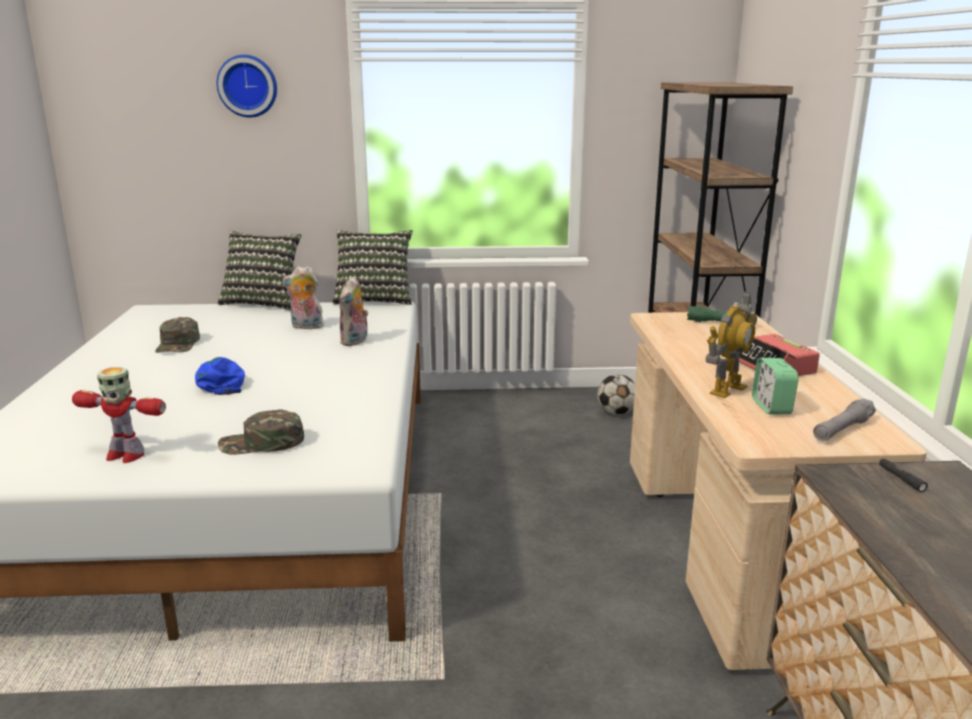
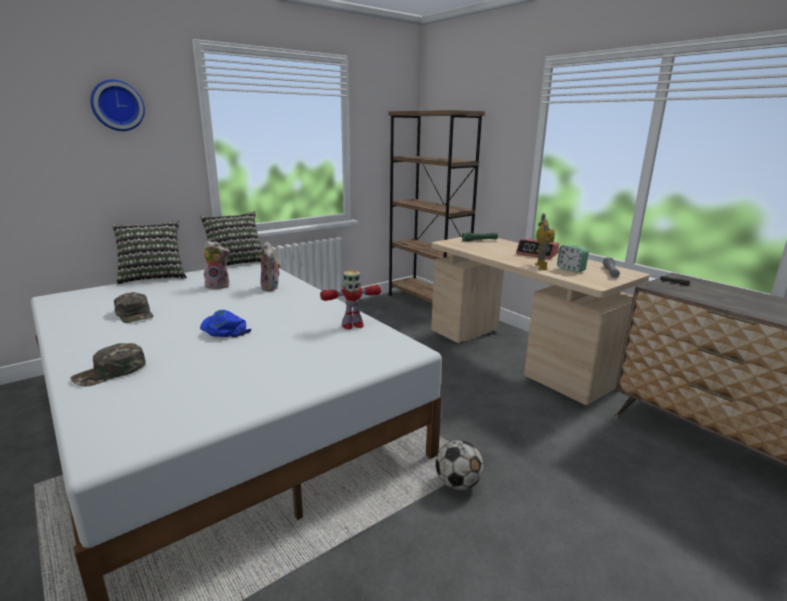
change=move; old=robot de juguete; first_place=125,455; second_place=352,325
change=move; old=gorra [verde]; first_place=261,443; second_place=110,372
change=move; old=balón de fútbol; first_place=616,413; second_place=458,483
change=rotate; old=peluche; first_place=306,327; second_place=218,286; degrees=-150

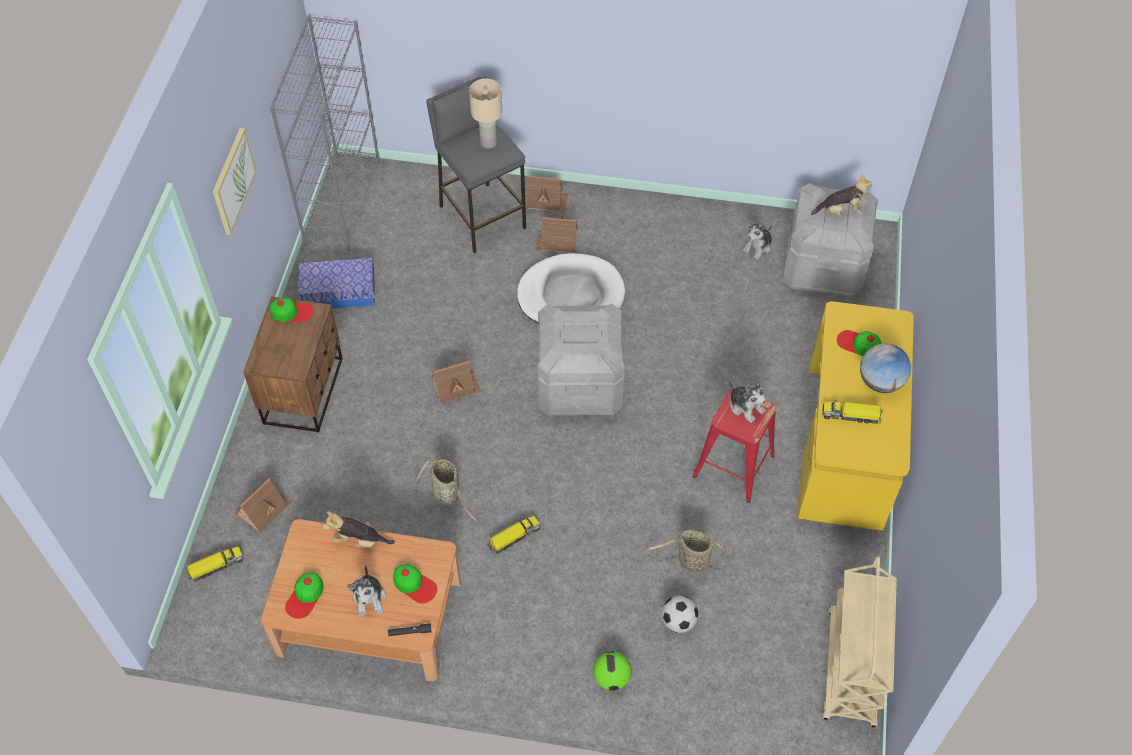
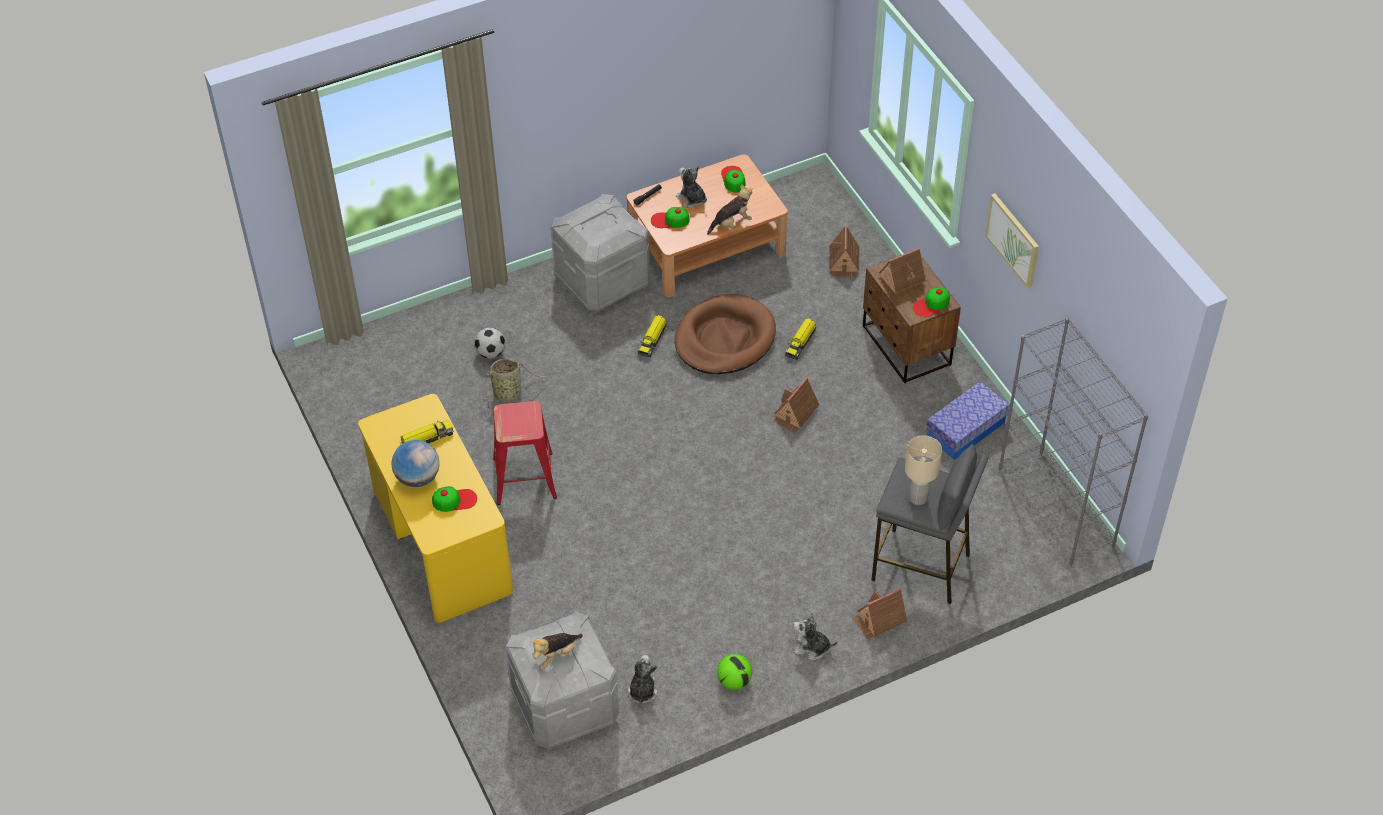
change=delete; old=cama para perro [blanco]; first_place=571,296
change=delete; old=carrito [beis]; first_place=851,669
change=move; old=camión de juguete; first_place=215,566; second_place=800,342
change=move; old=casita; first_place=557,241; second_place=904,278
change=move; old=caja de almacenaje [gris]; first_place=580,385; second_place=602,281
change=move; old=balón de fútbol; first_place=611,678; second_place=734,681
change=move; old=peluche; first_place=746,406; second_place=812,648
change=replace; old=cesta; new=cama para perro [marrón]; first_place=448,496; second_place=724,338

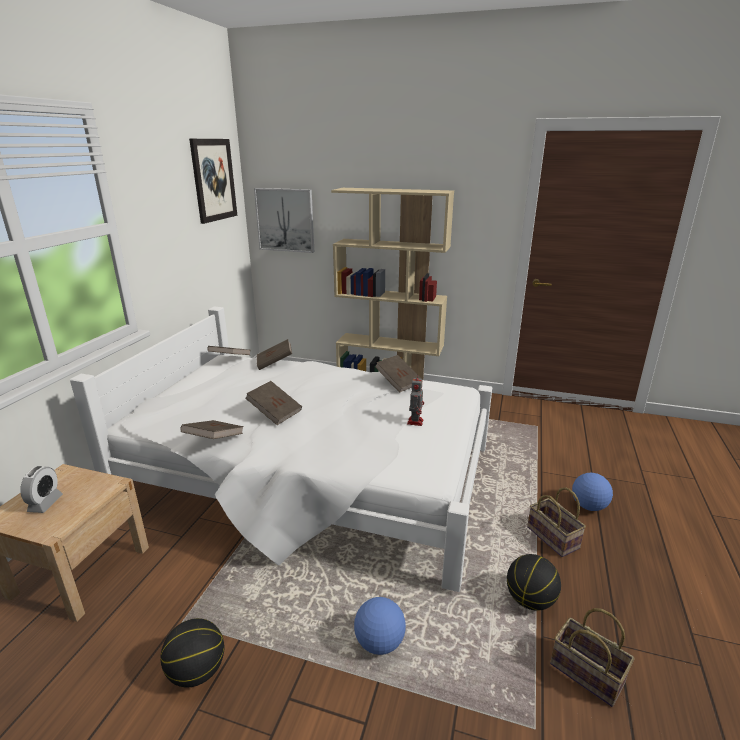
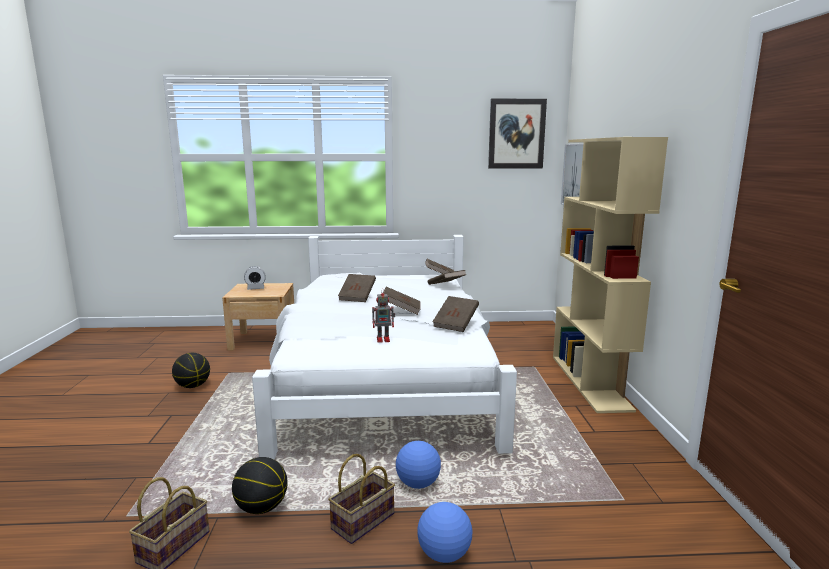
change=move; old=libro [marrón]; first_place=214,440; second_place=401,310
change=move; old=balón de fútbol; first_place=379,642; second_place=418,483

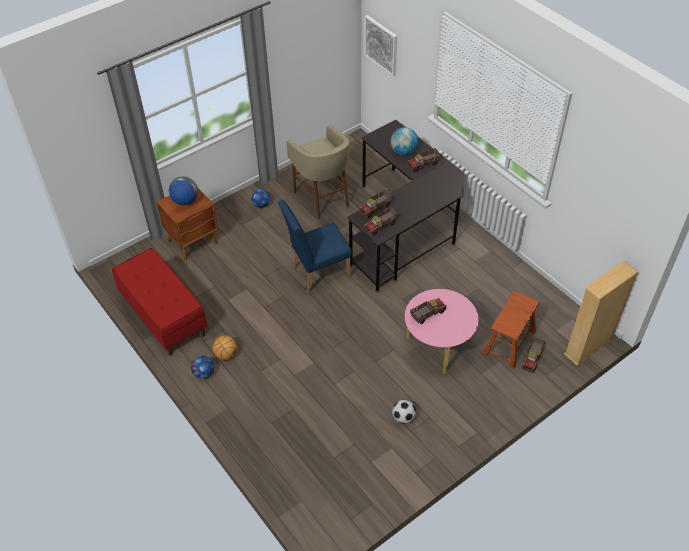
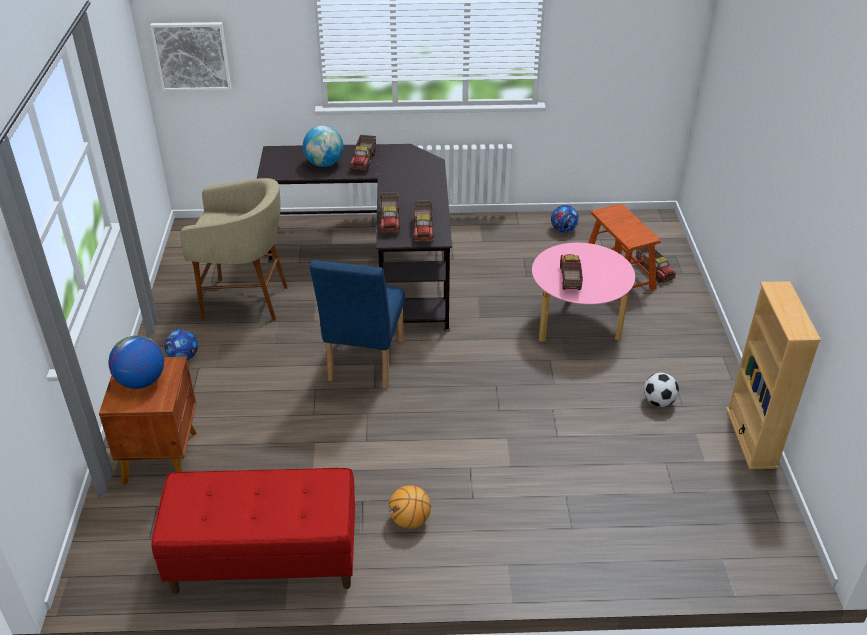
change=move; old=balón de fútbol; first_place=204,373; second_place=563,230
change=move; old=estantería [beis]; first_place=588,346; second_place=751,438

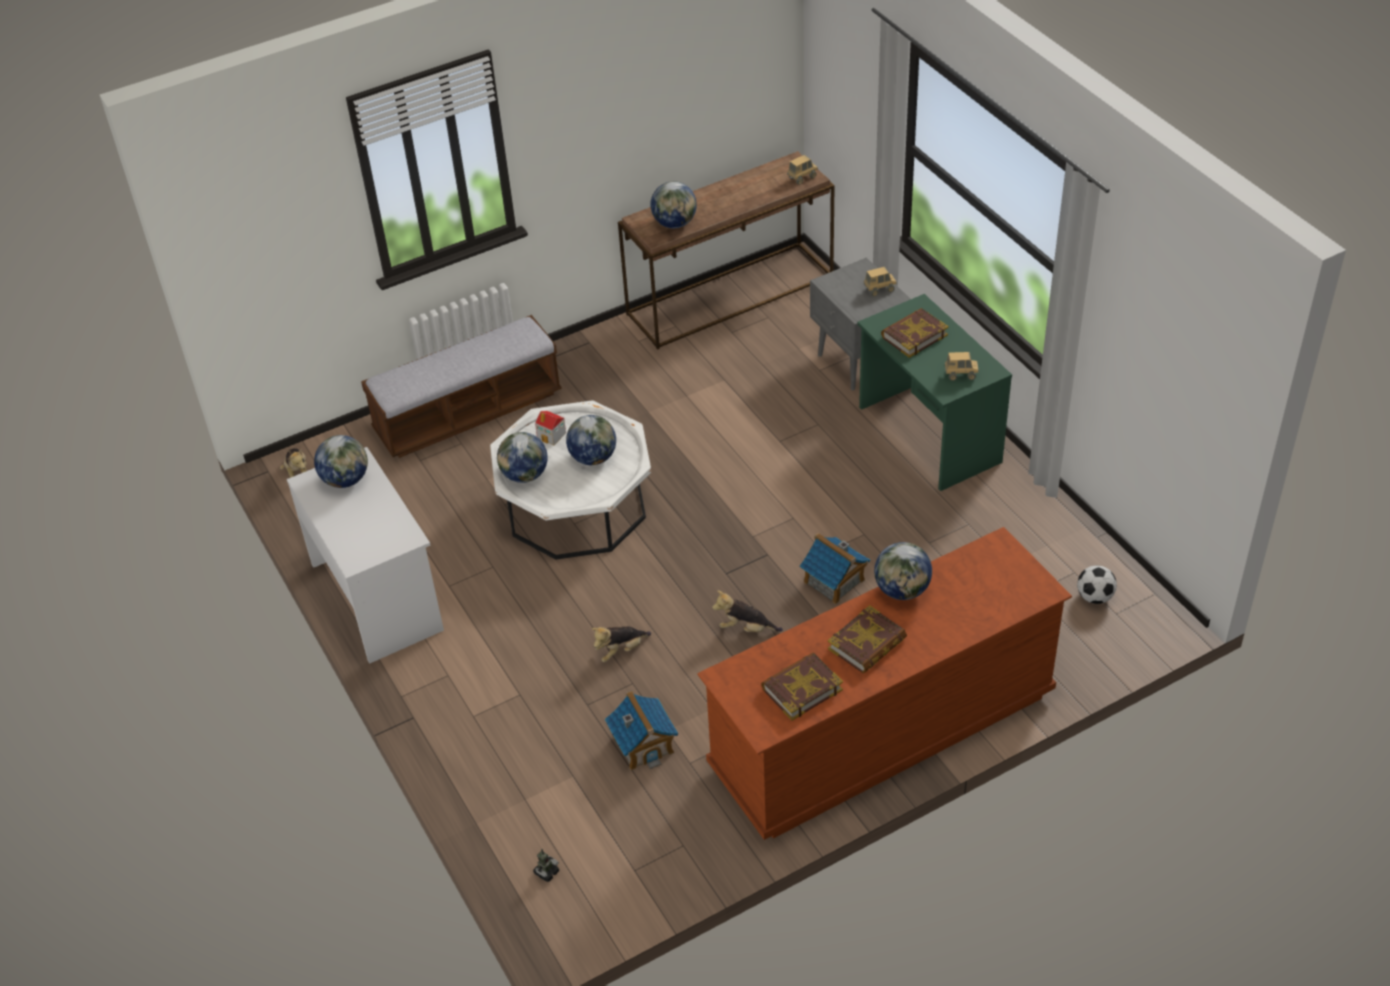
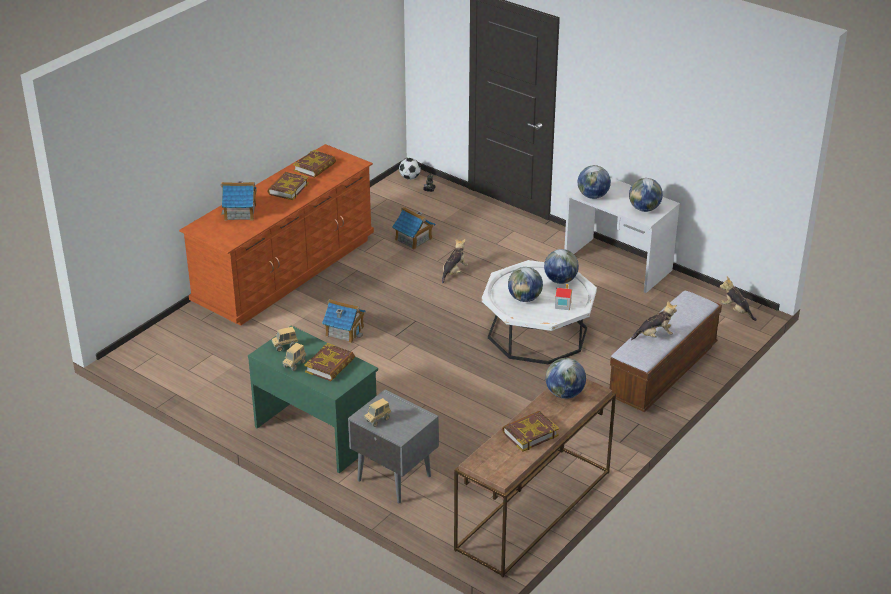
change=insert; new=casita; second_place=240,212
change=insert; new=libro; second_place=530,434
change=move; old=peluche; first_place=746,628; second_place=654,335
change=move; old=camión de juguete; first_place=802,178; second_place=294,364
change=move; old=globo terráqueo; first_place=902,590; second_place=592,196
change=move; old=balón de fútbol; first_place=1094,597; second_place=409,178

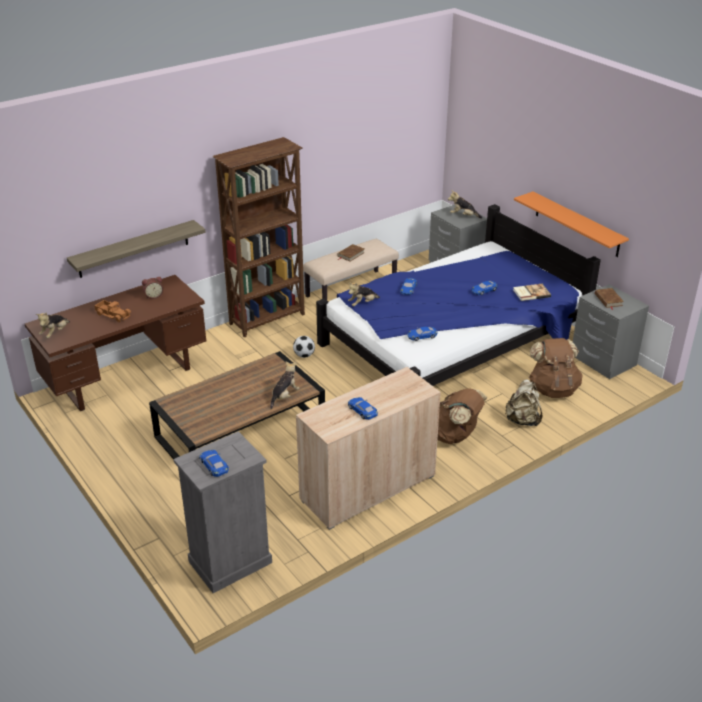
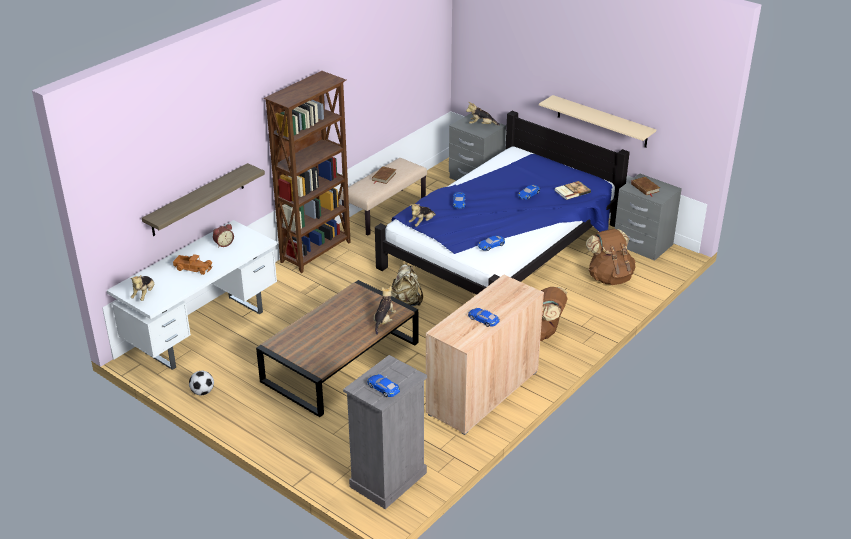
change=move; old=balón de fútbol; first_place=304,355; second_place=202,392
change=move; old=mochila [beis]; first_place=522,420; second_place=406,302
change=recolor; old=escritorio [marrón]; new=escritorio [blanco]; first_place=127,378; second_place=203,330
change=recolor; old=estante [naranja]; new=estante [beis]; first_place=577,224; second_place=602,121

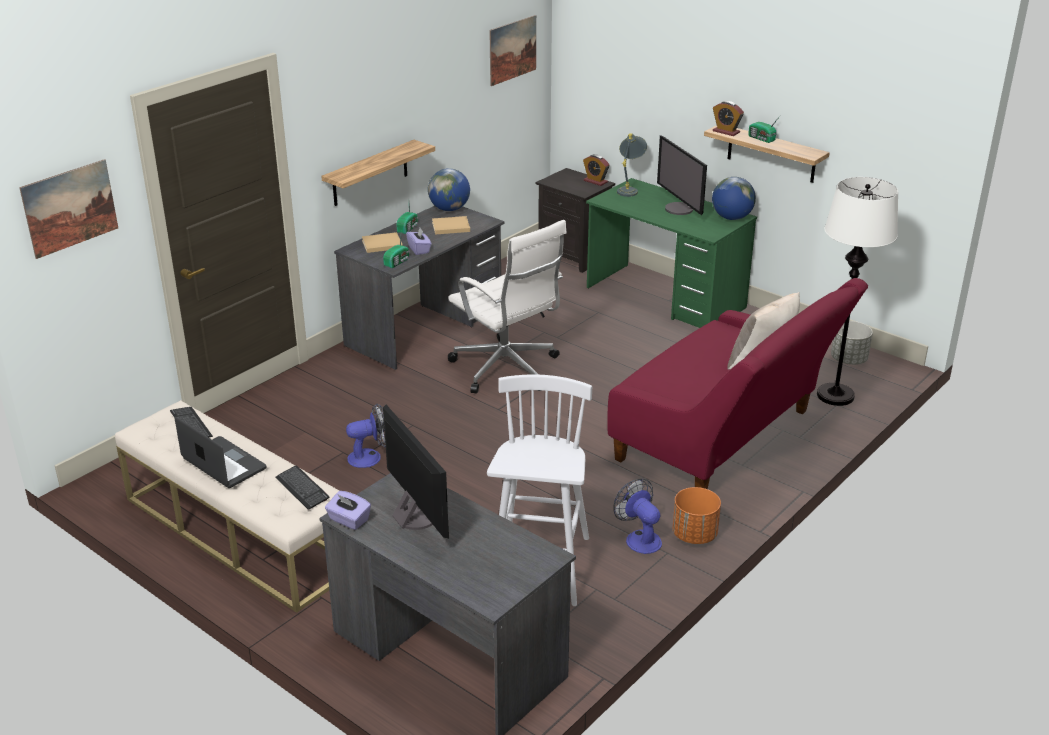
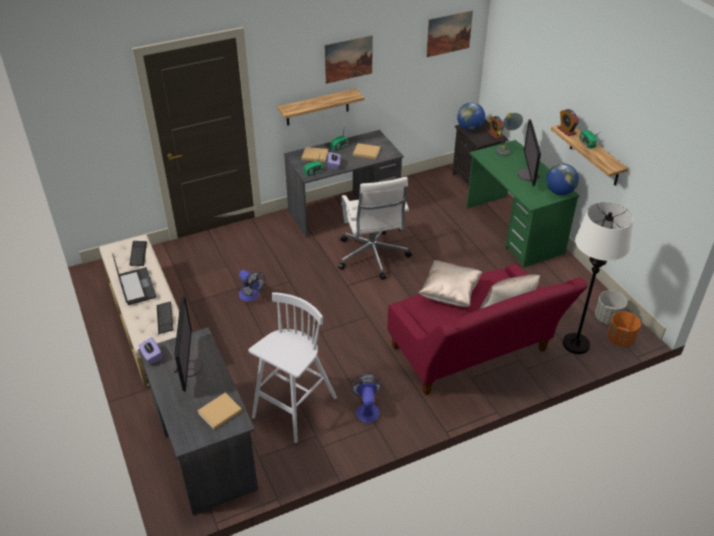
change=insert; new=libro [beis]; second_place=219,412
change=insert; new=cojín [beis]; second_place=449,294
change=move; old=cuadro; first_place=70,208; second_place=348,59
change=move; old=globo terráqueo; first_place=449,209; second_place=469,128
change=move; old=maceta [naranja]; first_place=694,535; second_place=620,340
change=rotate; old=ventilador; first_place=370,457; second_place=251,296; degrees=45

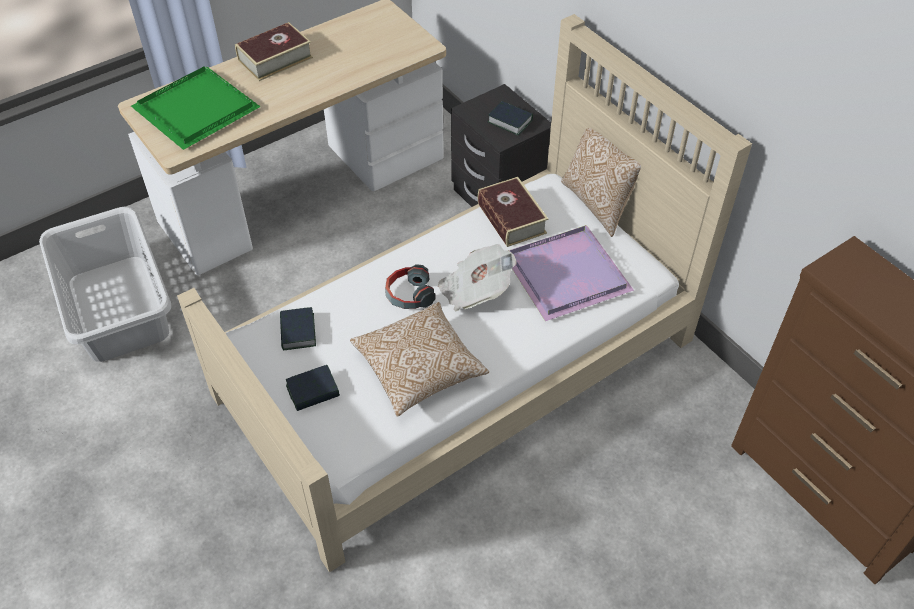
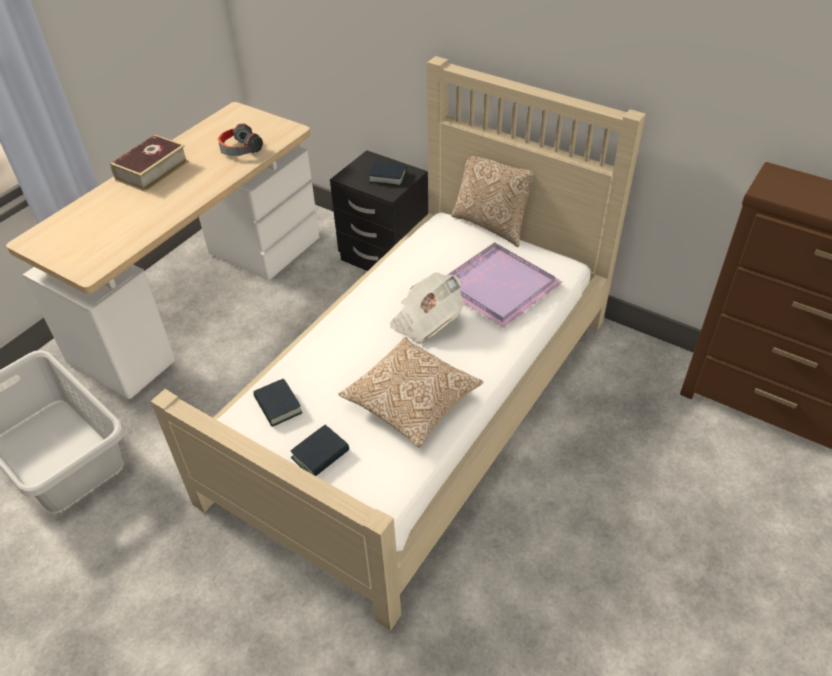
change=delete; old=bandeja [verde]; first_place=194,110
change=delete; old=libro; first_place=511,218
change=move; old=auriculares; first_place=409,295; second_place=239,149

